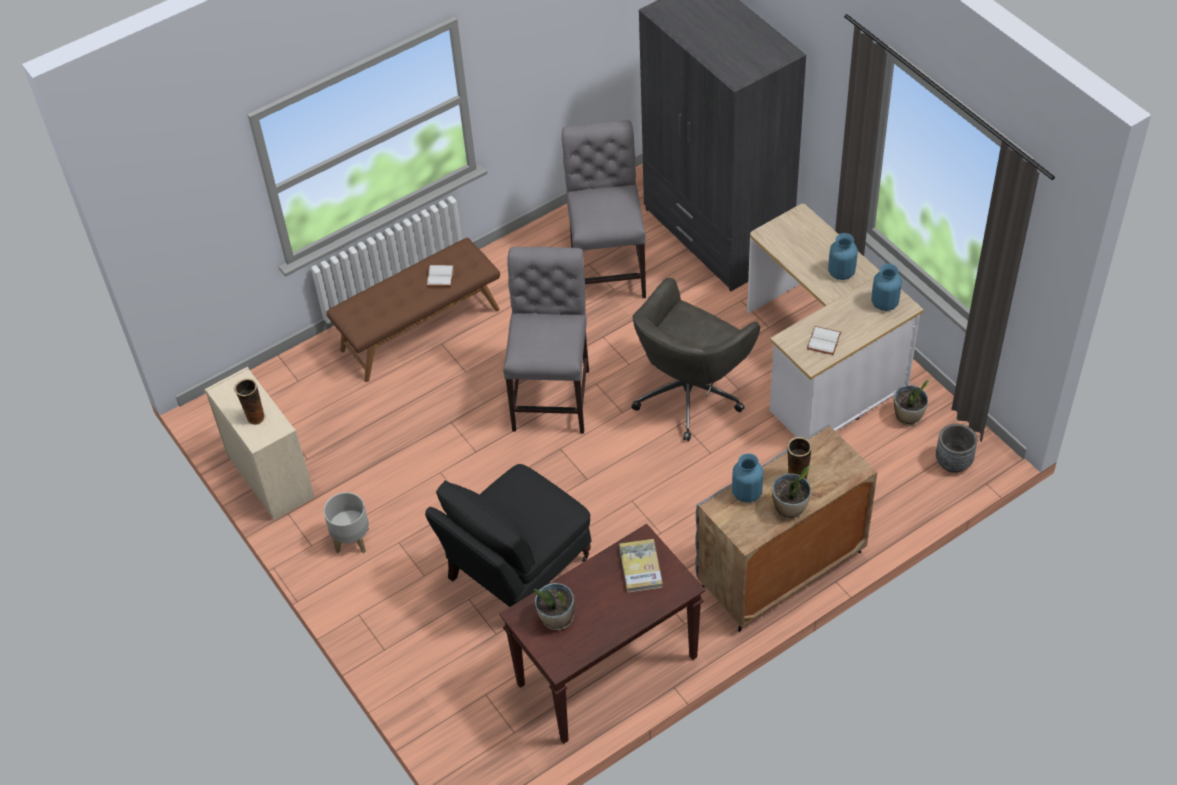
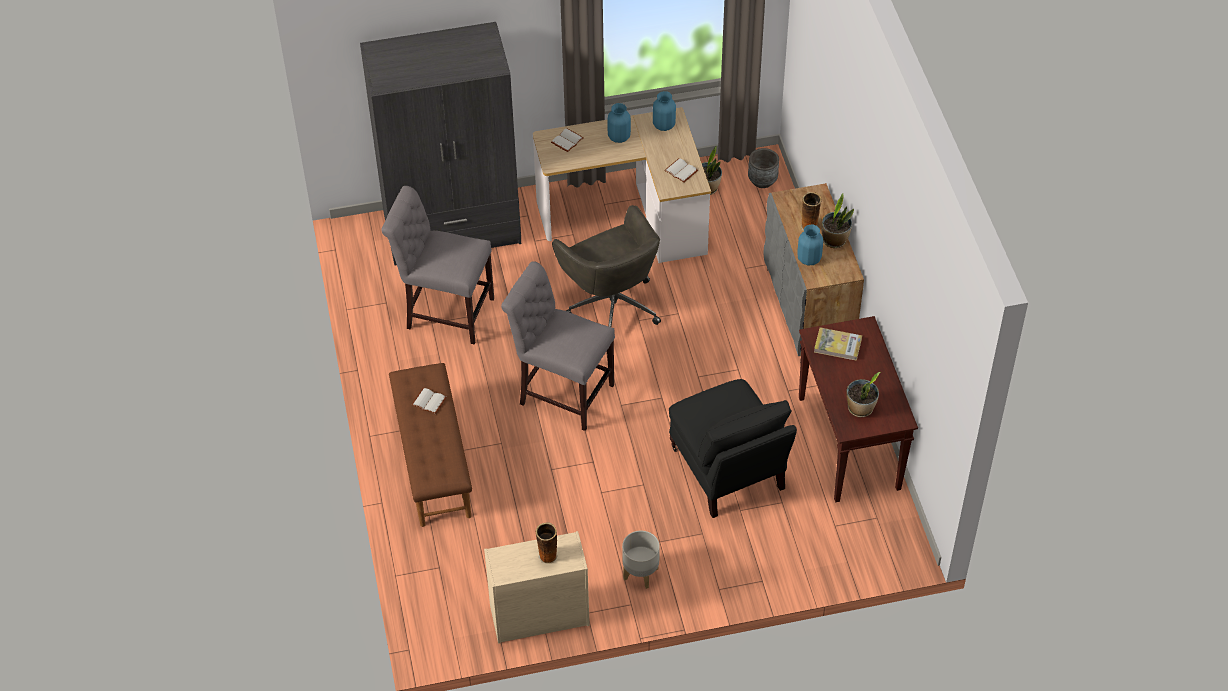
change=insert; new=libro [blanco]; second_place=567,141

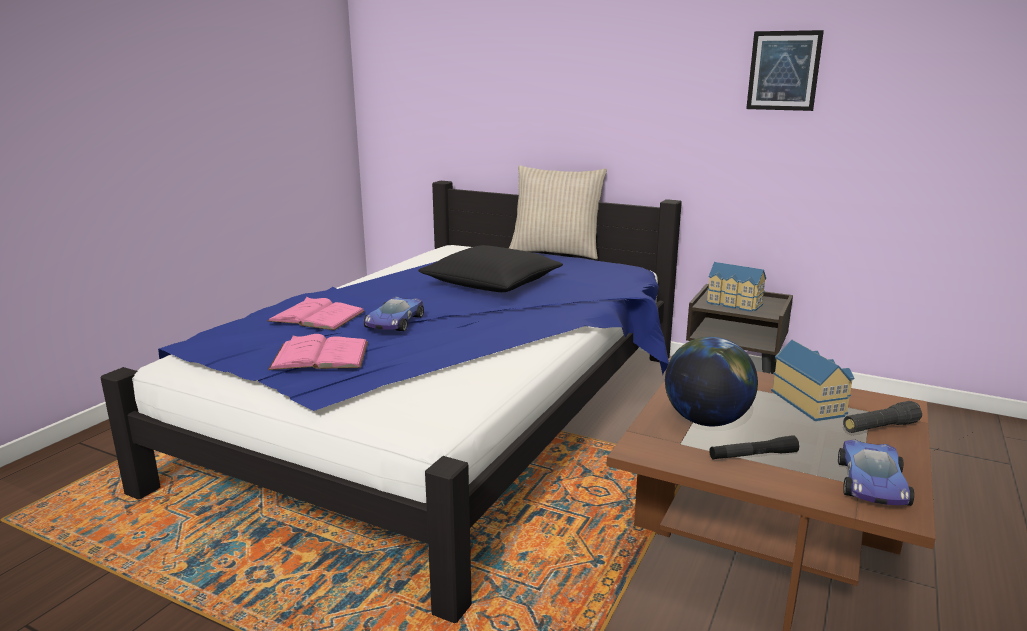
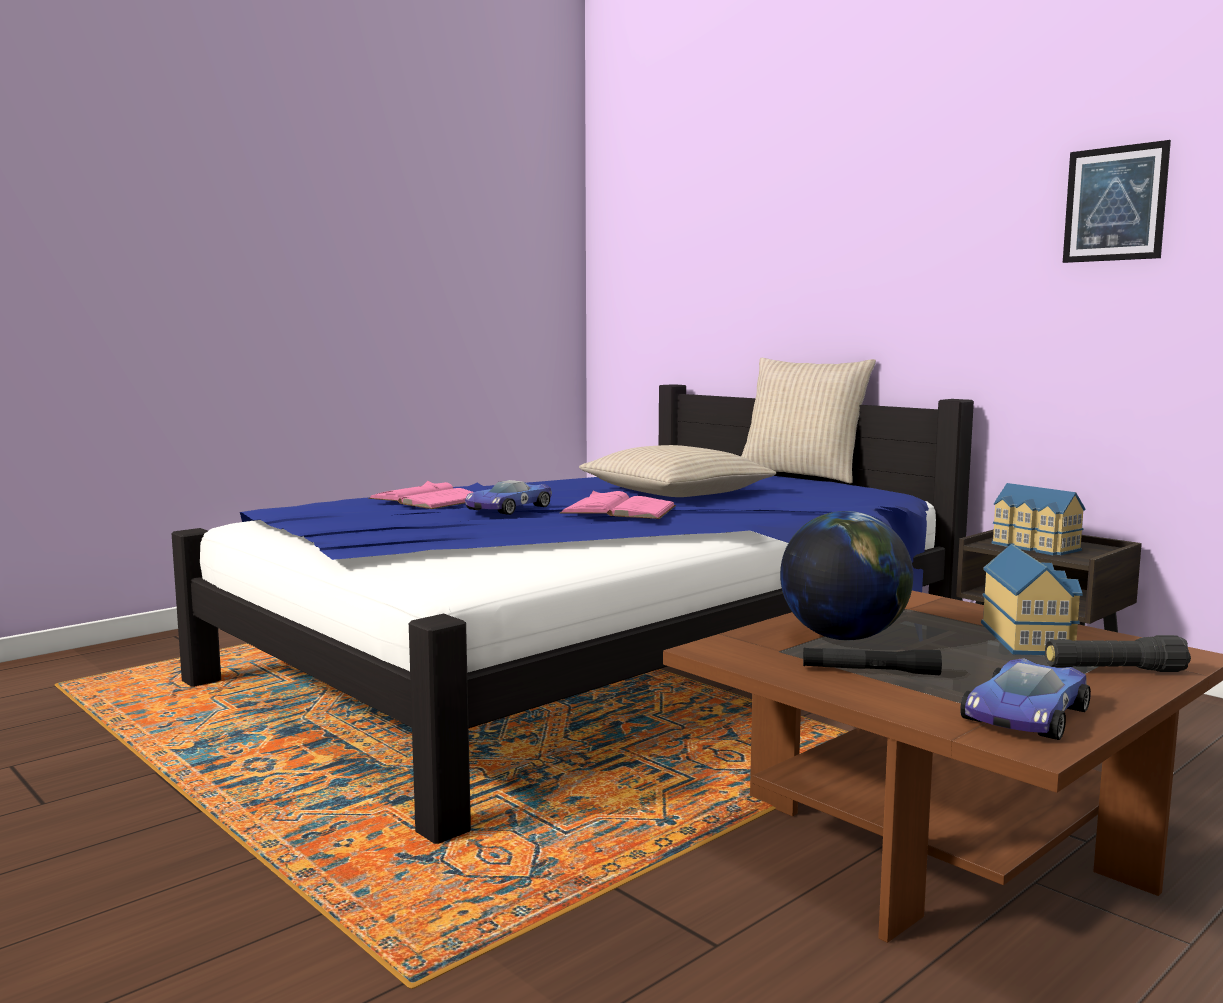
change=move; old=libro [rosa]; first_place=320,355; second_place=619,509
change=recolor; old=cojín [negro]; new=cojín [beis]; first_place=491,283; second_place=675,492

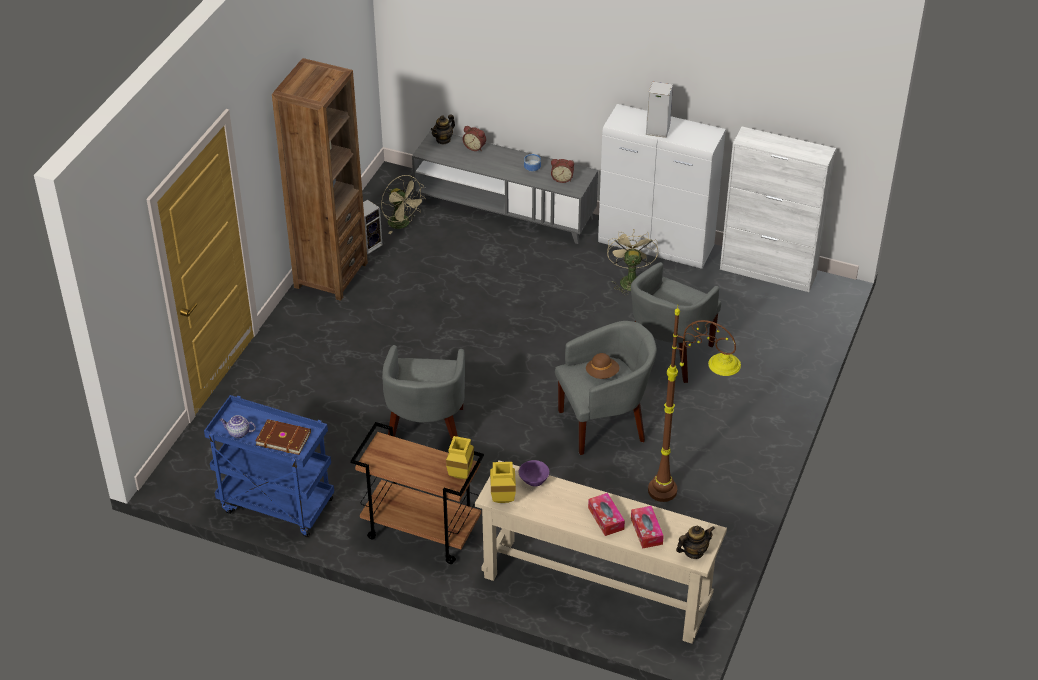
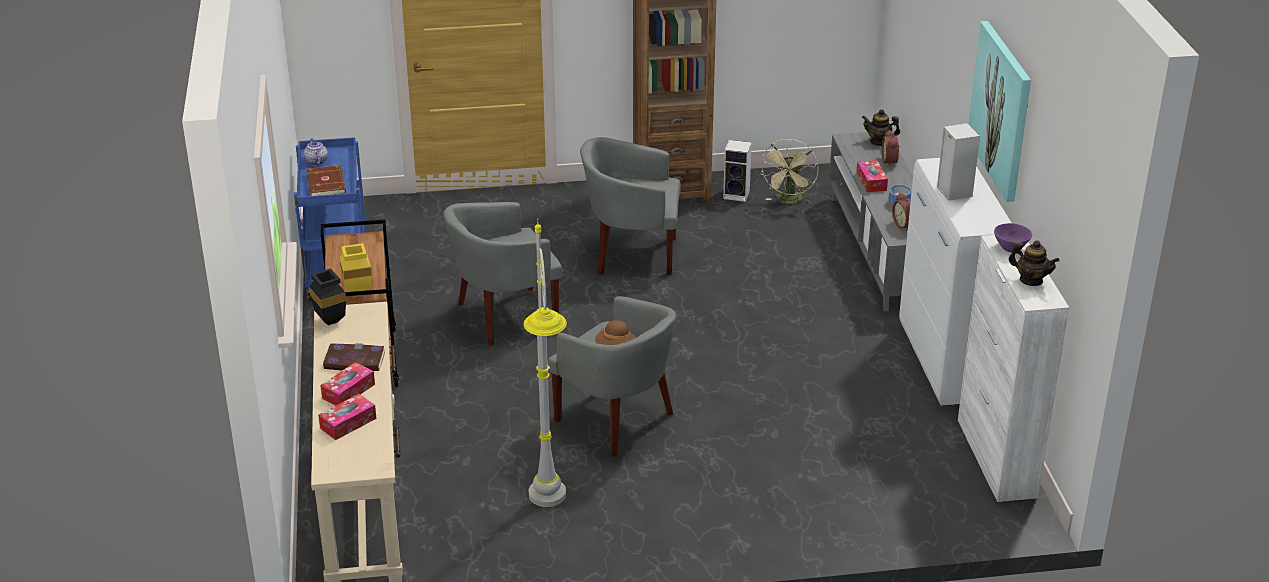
change=delete; old=ventilador [beis]; first_place=629,280
change=insert; new=libro; second_place=354,360
change=insert; new=caja de pañuelos; second_place=871,181
change=insert; new=cuadro; second_place=1002,110
change=move; old=cuenco [morado]; first_place=534,480; second_place=1012,247
change=move; old=sillón [gris]; first_place=668,353; second_place=632,254
change=move; old=tetera; first_place=694,552; second_place=1031,280
change=recolor; old=florero [amarillo]; new=florero [negro]; first_place=501,500; second_place=329,320
change=recolor; old=lámpara de pie [marrón]; new=lámpara de pie [gris]; first_place=686,498; second_place=549,516

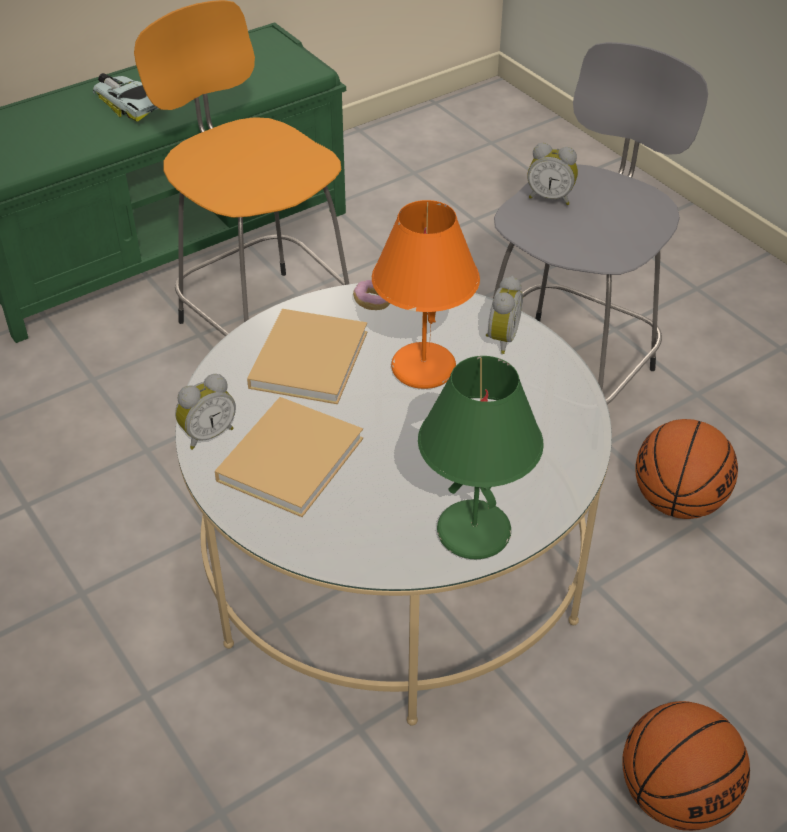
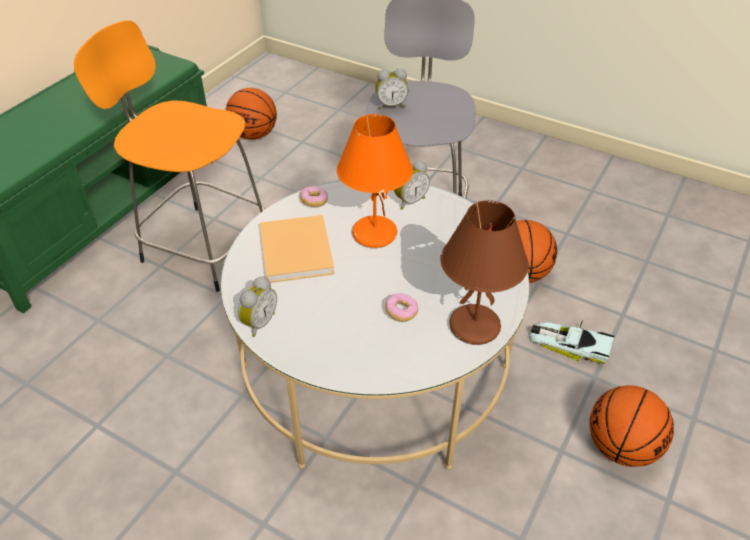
change=delete; old=libro [beis]; first_place=293,456
change=insert; new=balón de baloncesto; second_place=254,135
change=insert; new=rosquilla; second_place=401,312
change=move; old=coche de juguete; first_place=131,102; second_place=569,343
change=recolor; old=lámpara de mesa [verde]; new=lámpara de mesa [marrón]; first_place=475,532; second_place=475,326
change=rotate; old=despertador; first_place=500,339; second_place=409,201; degrees=60

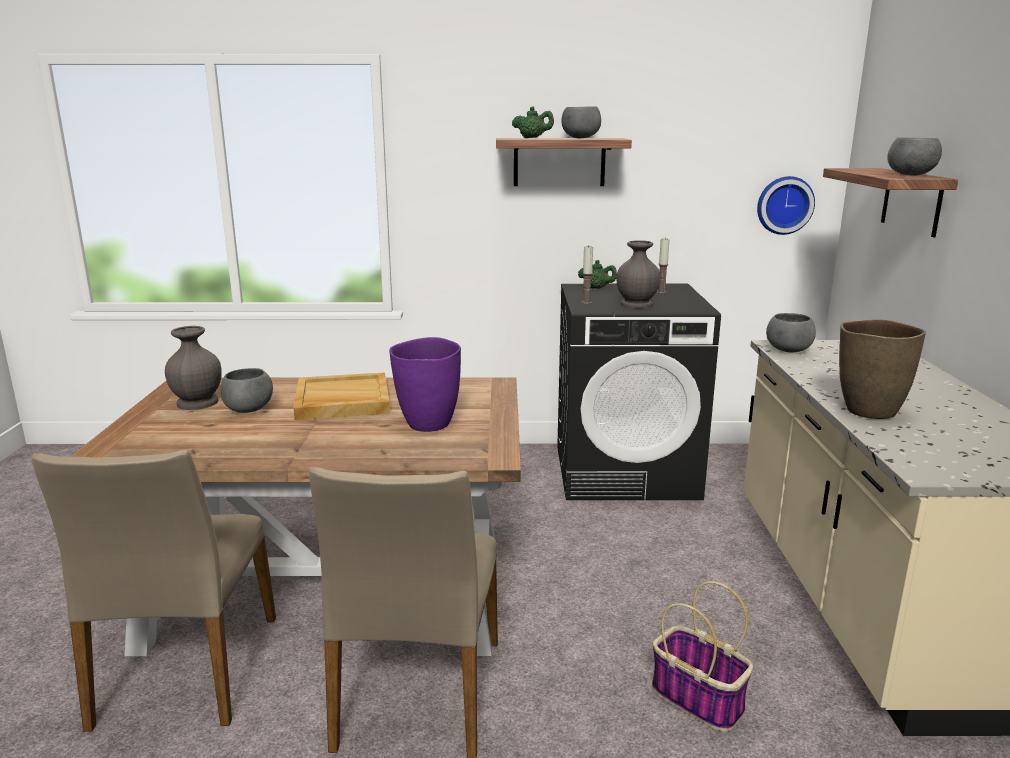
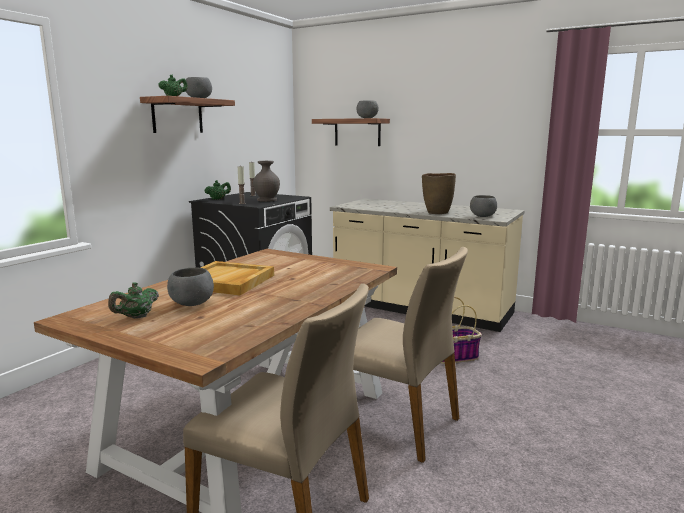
change=delete; old=florero [morado]; first_place=428,424
change=delete; old=reloj de pared; first_place=784,205
change=move; old=cuenco [gris]; first_place=788,350; second_place=482,216
change=replace; old=florero [gris]; new=tetera [verde]; first_place=197,403; second_place=136,317

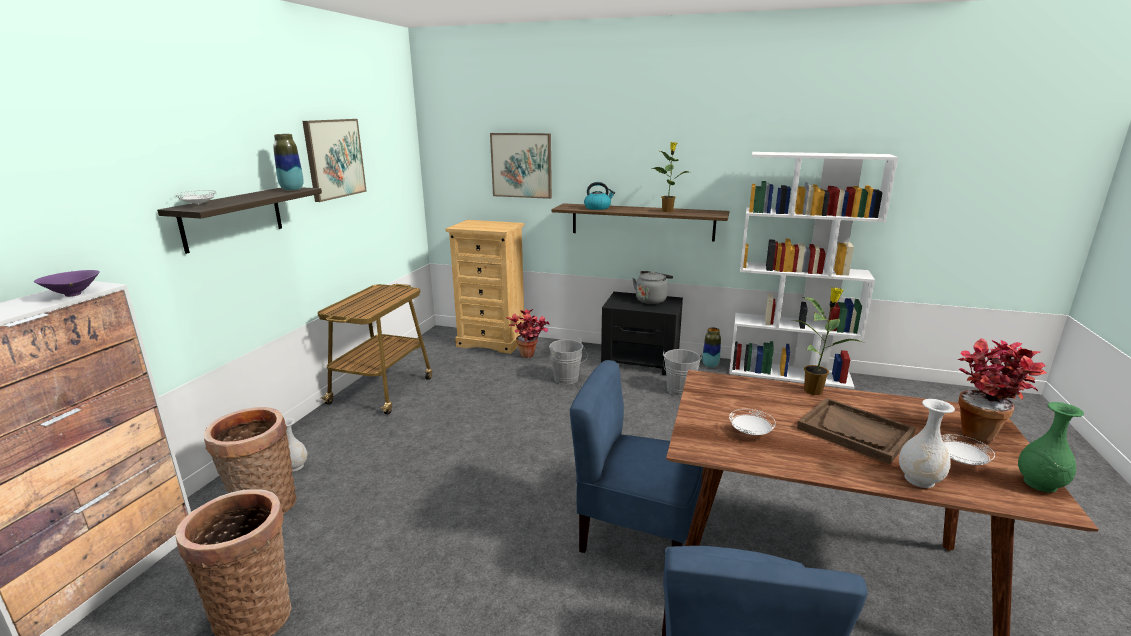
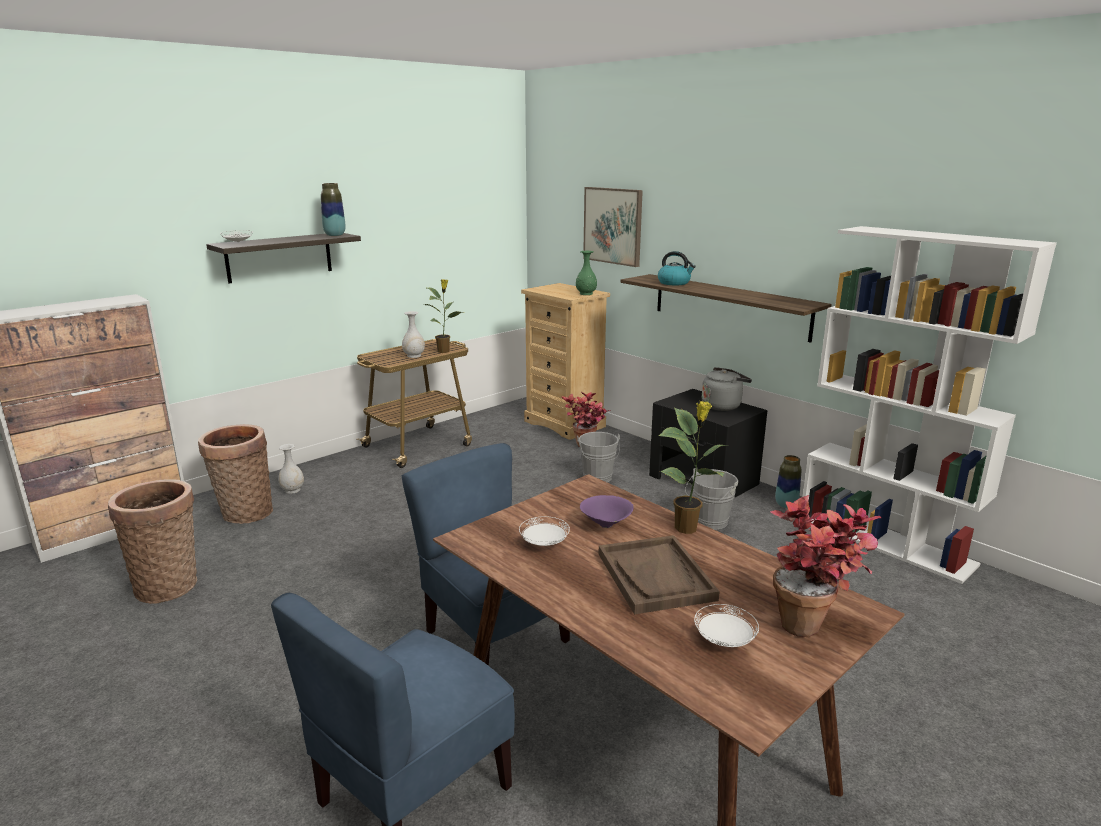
change=delete; old=cuadro; first_place=334,158
change=move; old=cuenco [morado]; first_place=73,295; second_place=606,525
change=move; old=planta en maceta; first_place=668,211; second_place=444,351
change=move; old=florero [blanco]; first_place=920,480; second_place=414,356
change=move; old=florero [verde]; first_place=1039,484; second_place=585,294

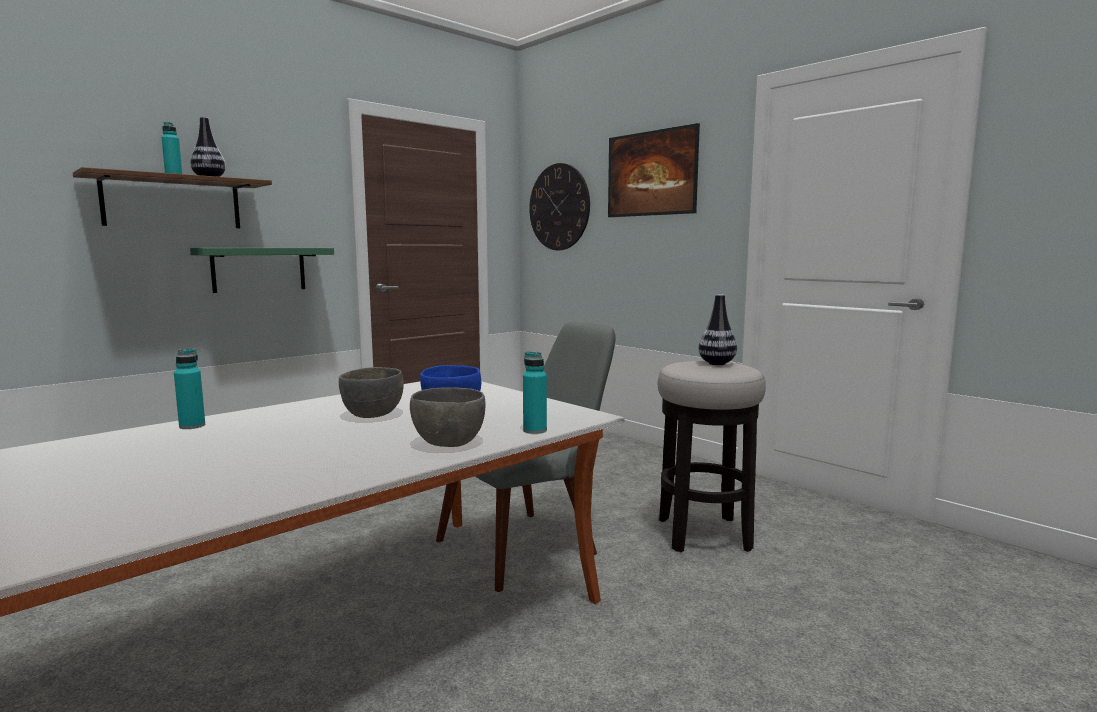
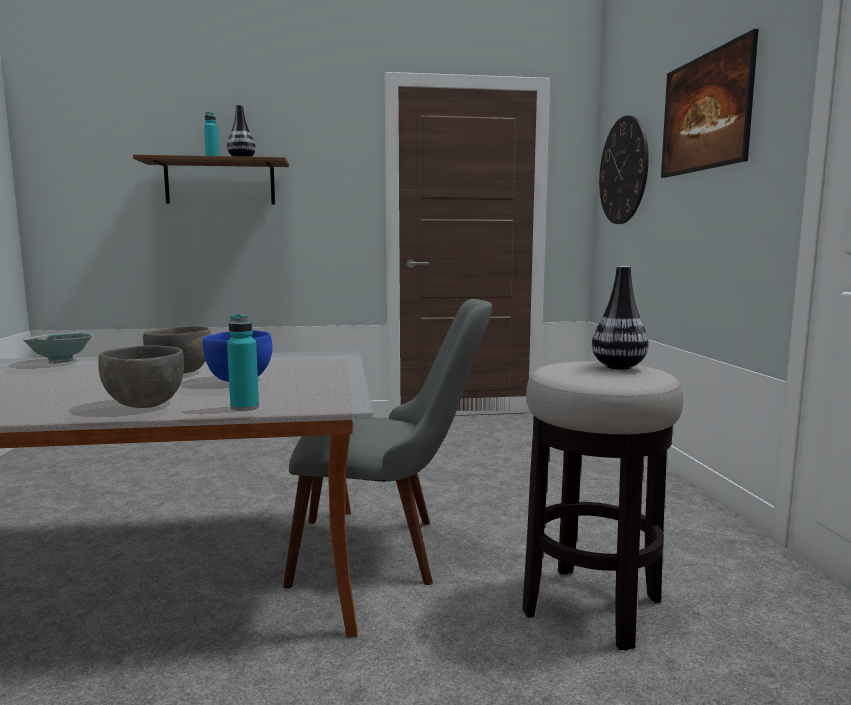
change=delete; old=estante [verde]; first_place=259,269
change=replace; old=botella [turquesa]; new=cuenco; first_place=192,426; second_place=61,362

